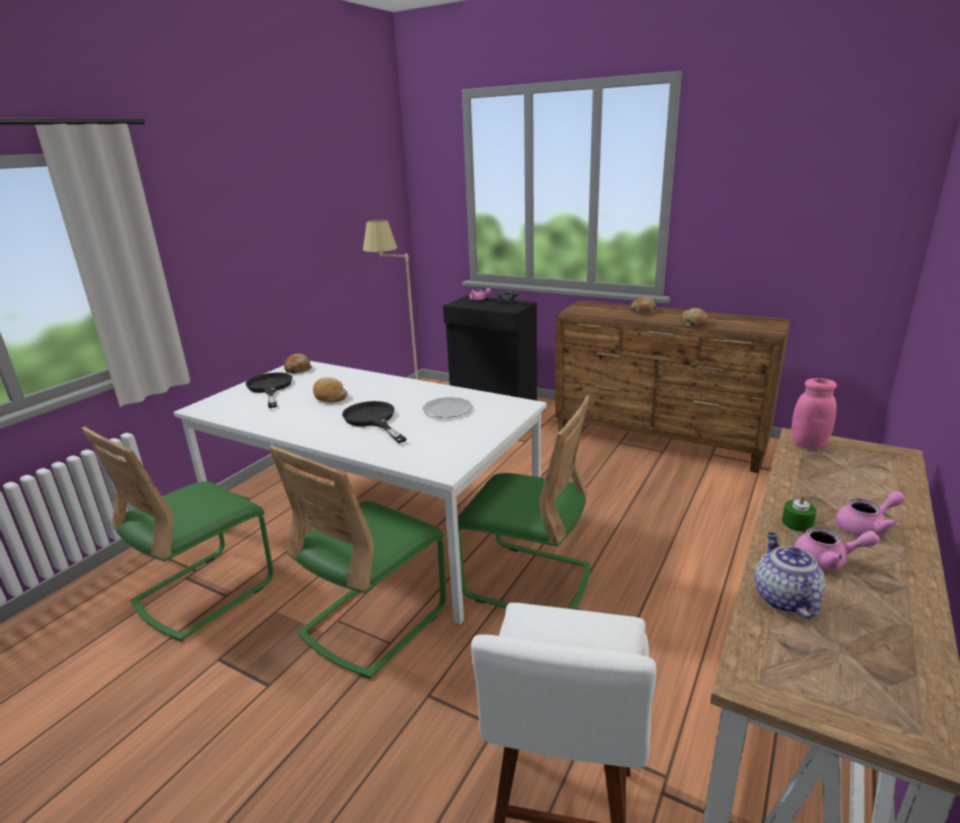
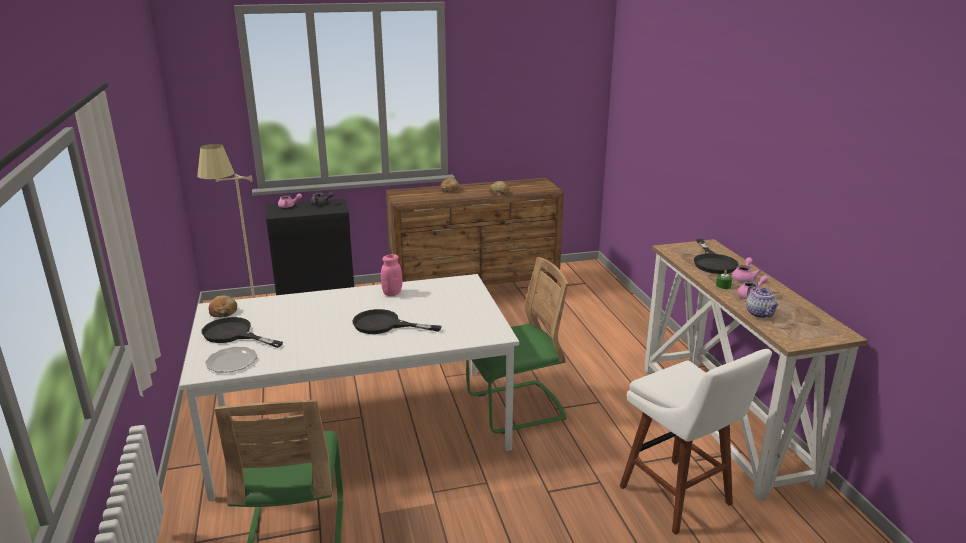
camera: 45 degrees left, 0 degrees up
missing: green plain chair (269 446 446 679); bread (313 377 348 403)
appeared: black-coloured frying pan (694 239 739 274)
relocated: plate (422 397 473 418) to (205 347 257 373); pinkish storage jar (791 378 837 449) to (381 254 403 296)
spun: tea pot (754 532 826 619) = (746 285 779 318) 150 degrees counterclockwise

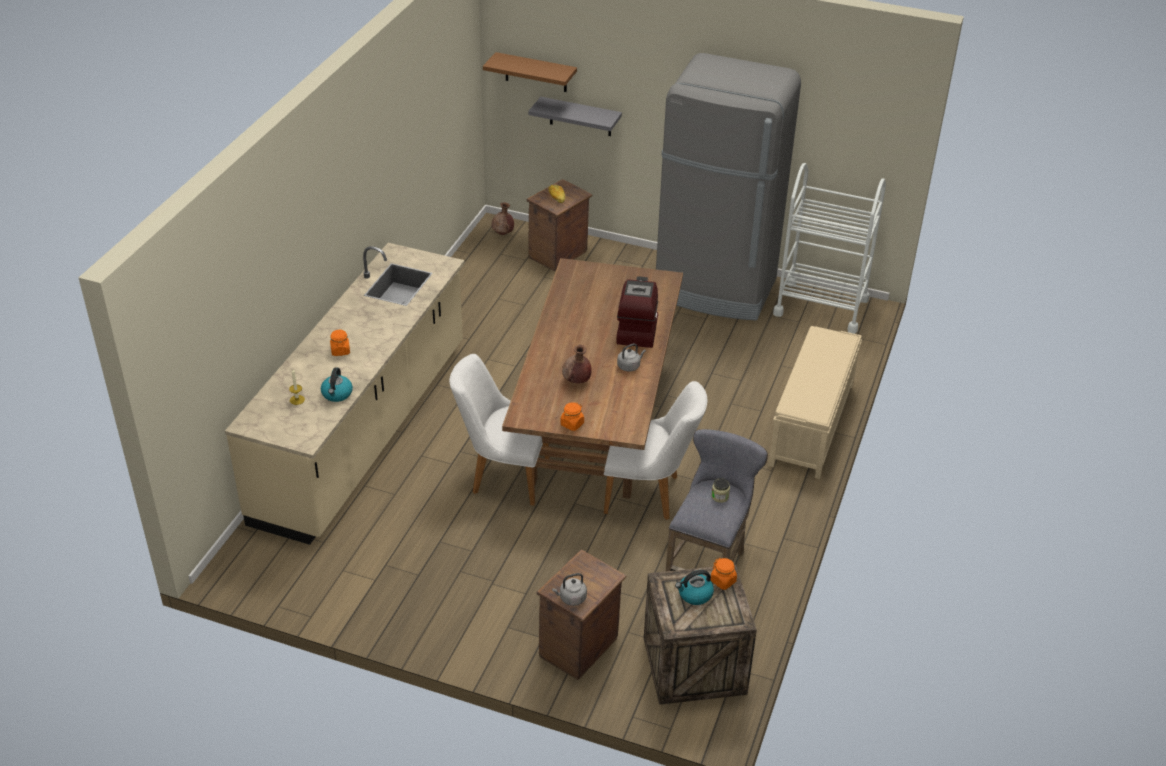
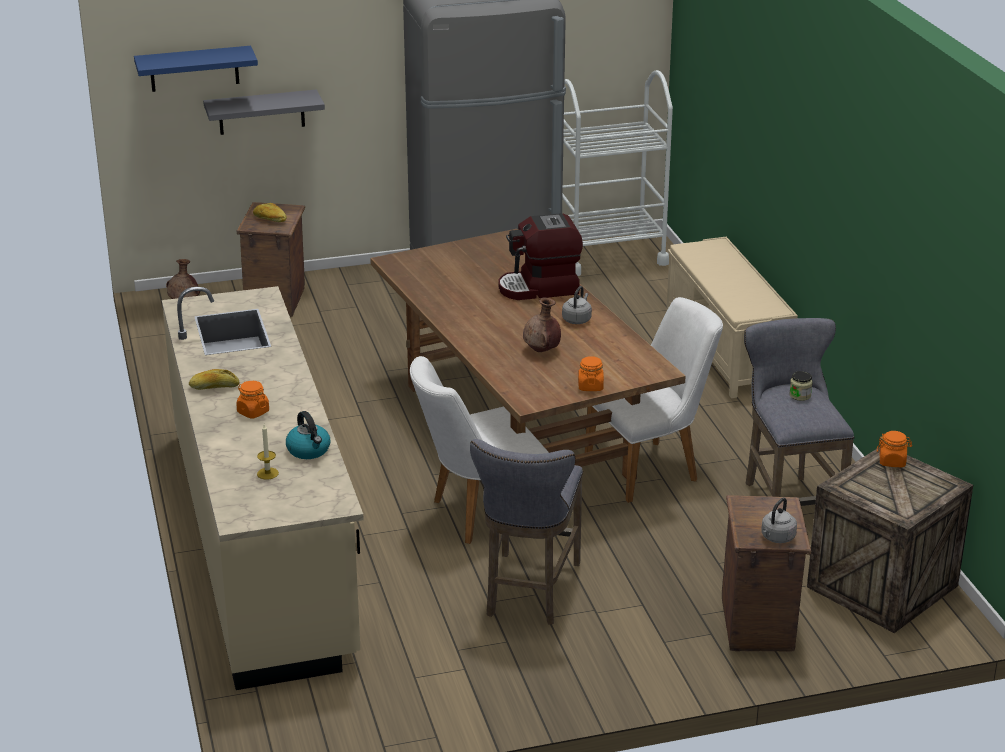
camera: 35 degrees left, 10 degrees down
missing: water kettle (675 570 714 605)
appeared: bread (189 369 239 390); greyish sitting stool (470 439 583 625)
colour: brownish shelf (483 52 577 92) to blue shelf (134 46 258 92)
spun: coffee maker (616 276 658 348) = (498 213 583 300) 75 degrees counterclockwise

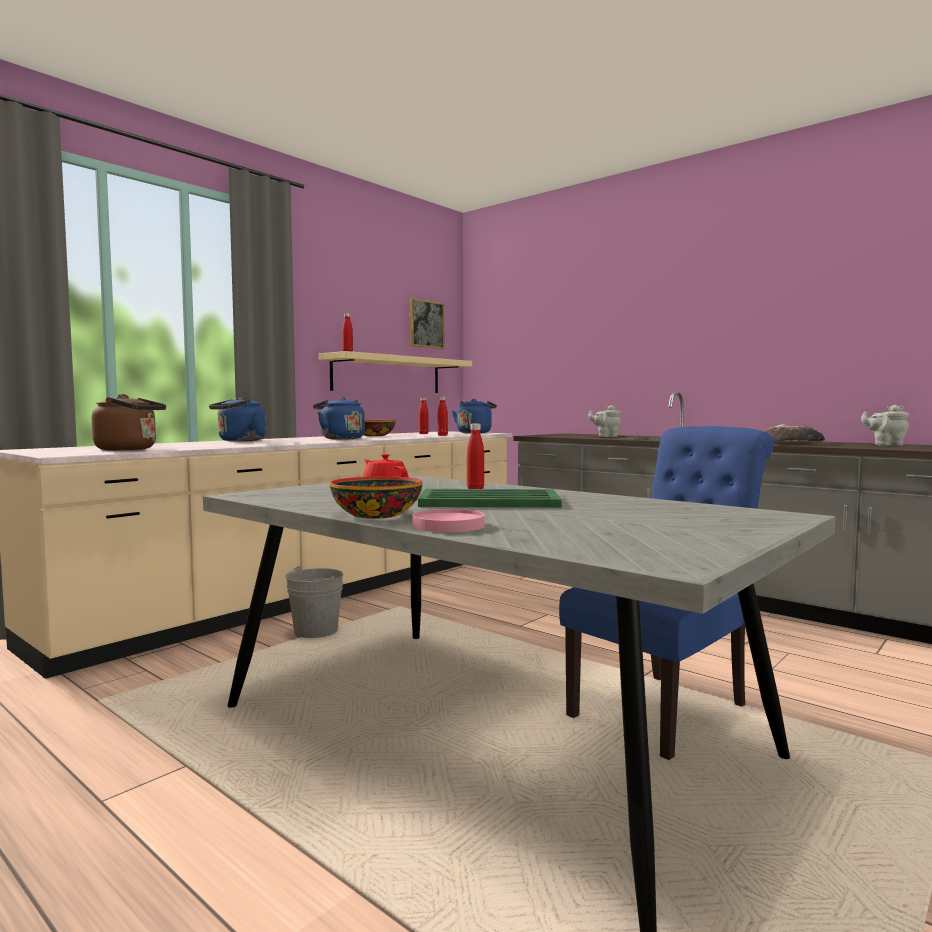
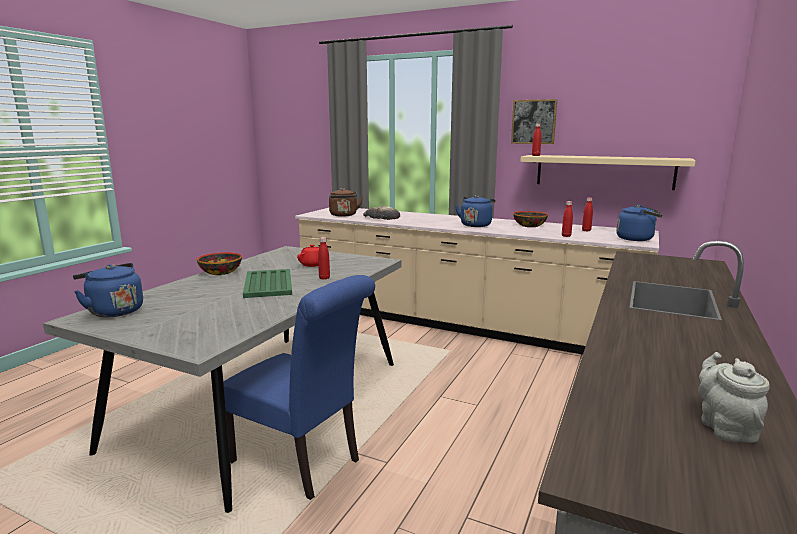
camera: 75 degrees right, 10 degrees up
missing: greyish pail (286 566 343 638); pinkish plate (413 509 485 532); greyish tea pot (588 405 622 437)
relocated: blue water kettle (209 396 266 442) to (73 263 143 317); picture (410 298 444 349) to (511 99 557 144); bread (763 424 825 442) to (363 206 400 220)

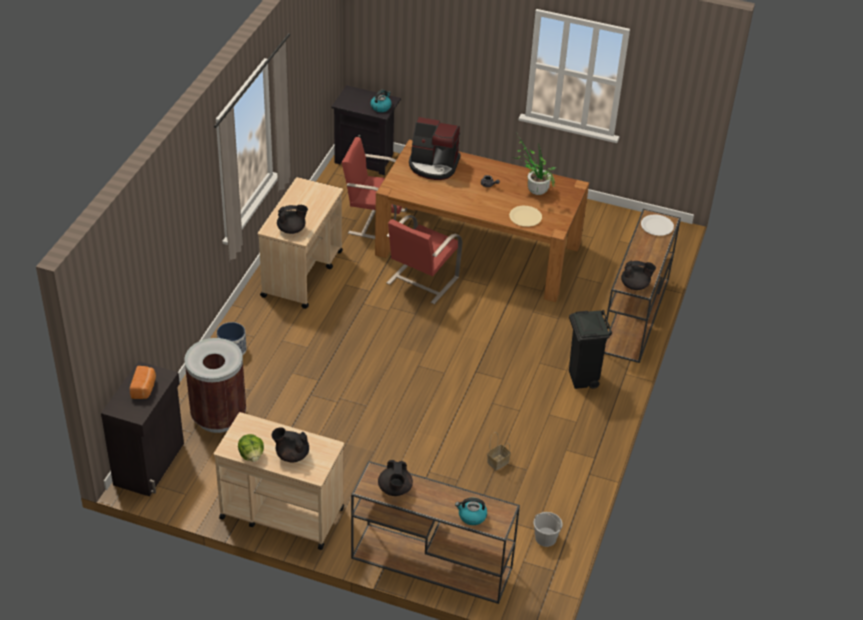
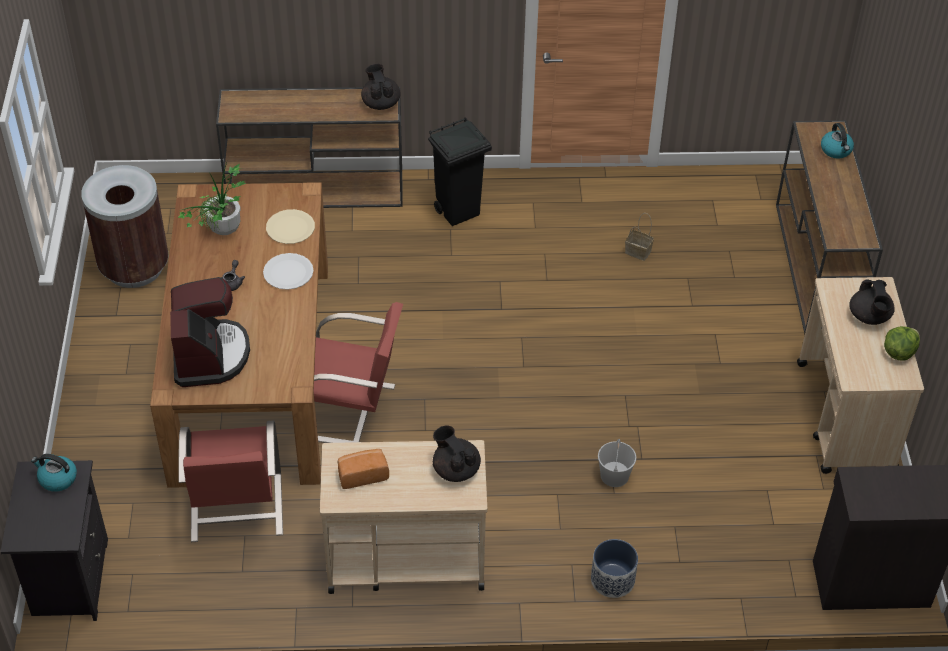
camera: 110 degrees left, 5 degrees up
missing: black-coloured tea pot (378 460 413 496)
relocated: bread (130 366 156 399) to (338 449 389 489); brownish trash can (184 338 246 433) to (81 165 169 288); white-coloured pail (534 512 562 547) to (598 439 636 487); white-coloured plate (641 214 674 236) to (263 253 314 290)

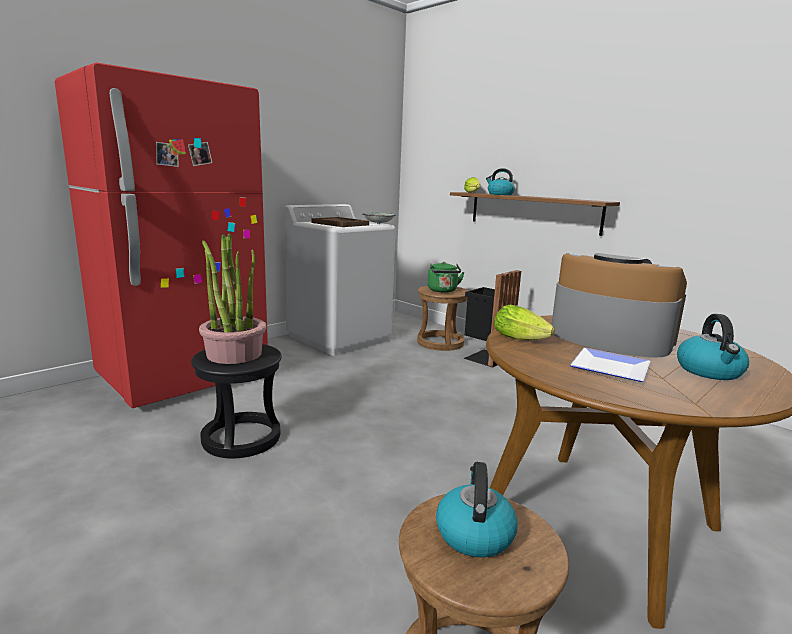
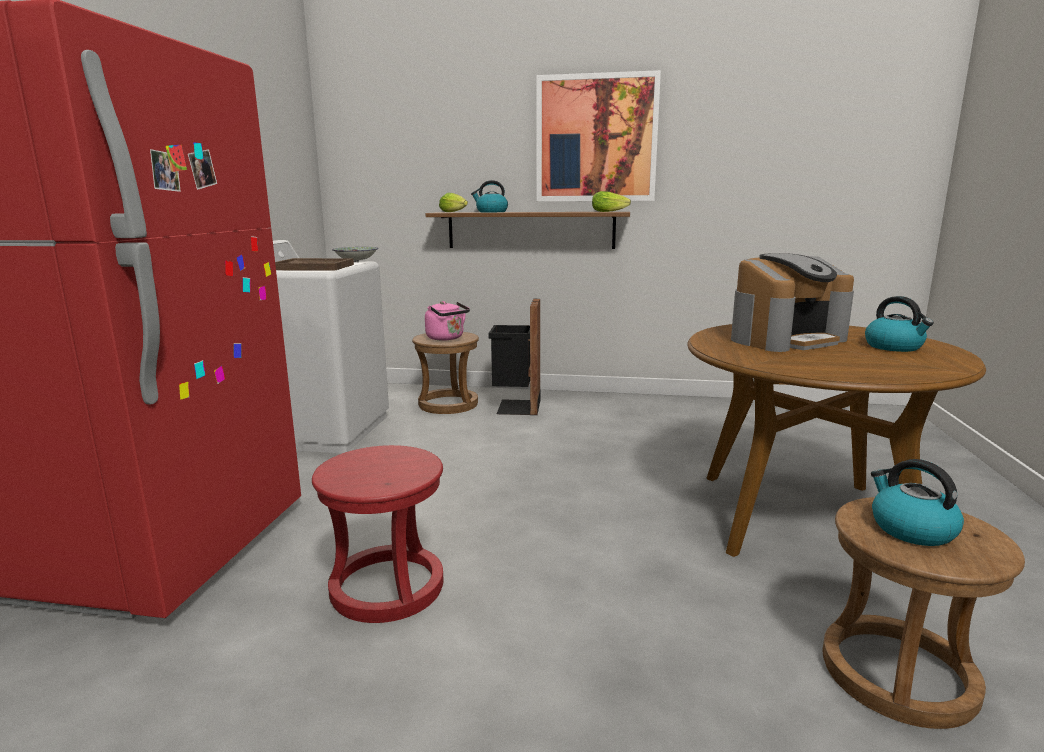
camera: 35 degrees left, 0 degrees up
missing: plant in a pot (199 233 267 364); plate (570 348 650 382)
appeared: picture (537 70 661 201)
relocated: lettuce head (494 305 555 340) to (592 191 631 212)
colour: black-coloured sitting stool (191 344 282 458) to red sitting stool (312 445 443 623); green water kettle (428 262 465 293) to pinkish water kettle (425 301 470 340)
spun: coffee maker (551 253 687 357) = (731 253 854 352) 150 degrees clockwise

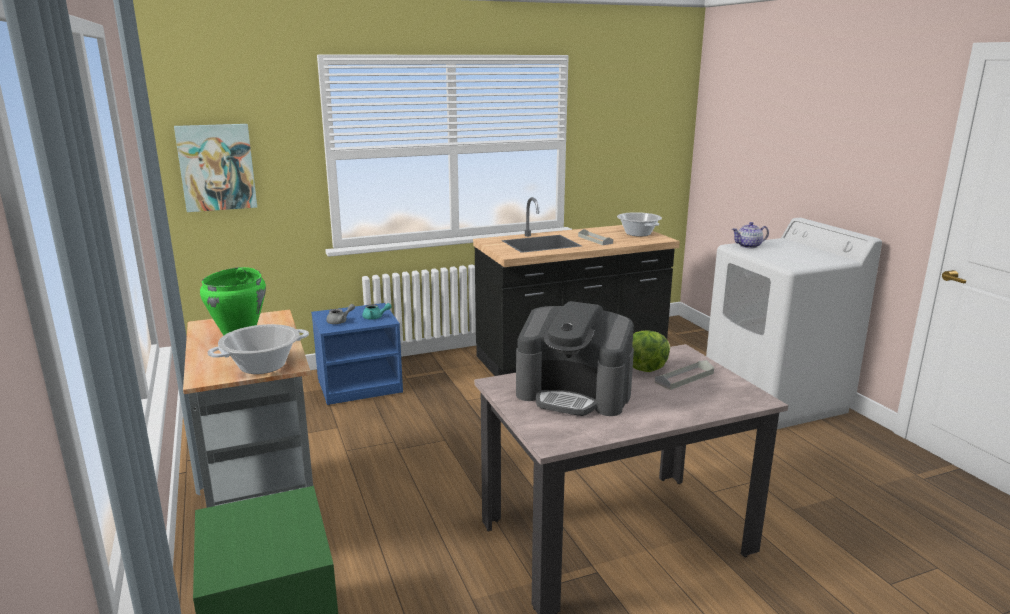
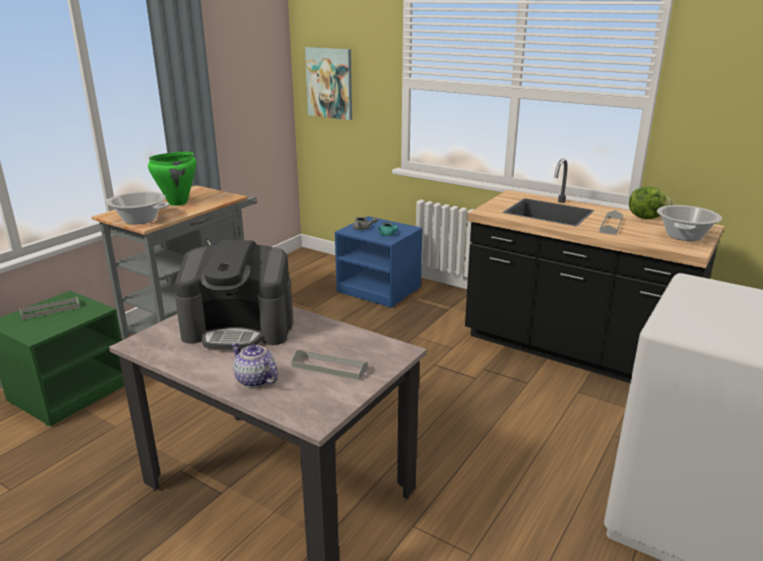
camera: 55 degrees right, 5 degrees up
appeared: greyish carrying tray (19 297 80 320)
relocated: lettuce head (632 330 670 372) to (629 186 673 219); tea pot (732 222 769 248) to (231 342 278 388)
spun: coffee maker (516 301 634 416) = (174 240 293 350) 75 degrees counterclockwise

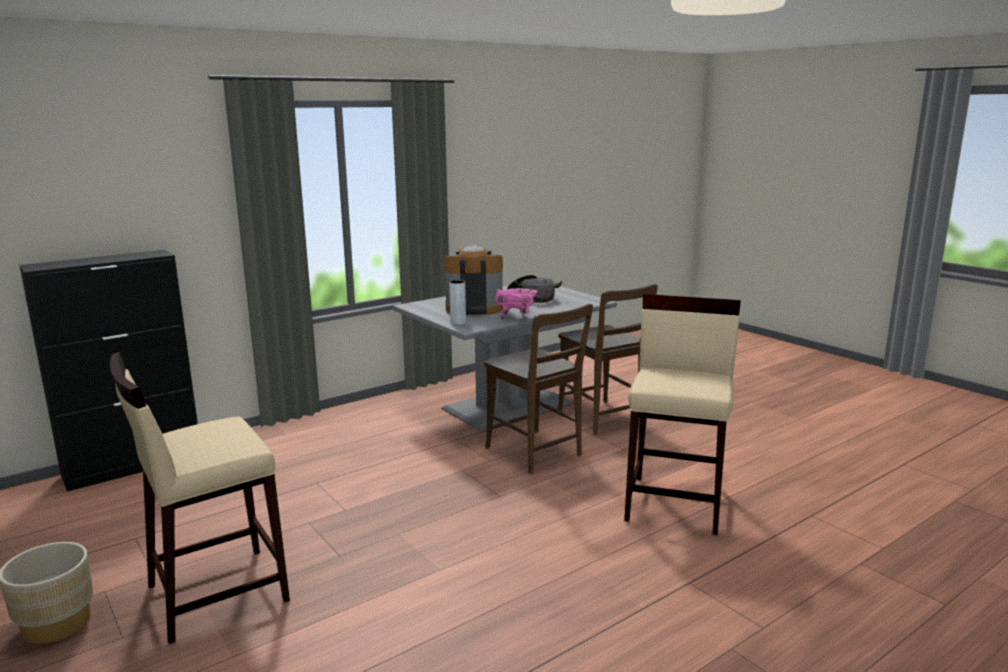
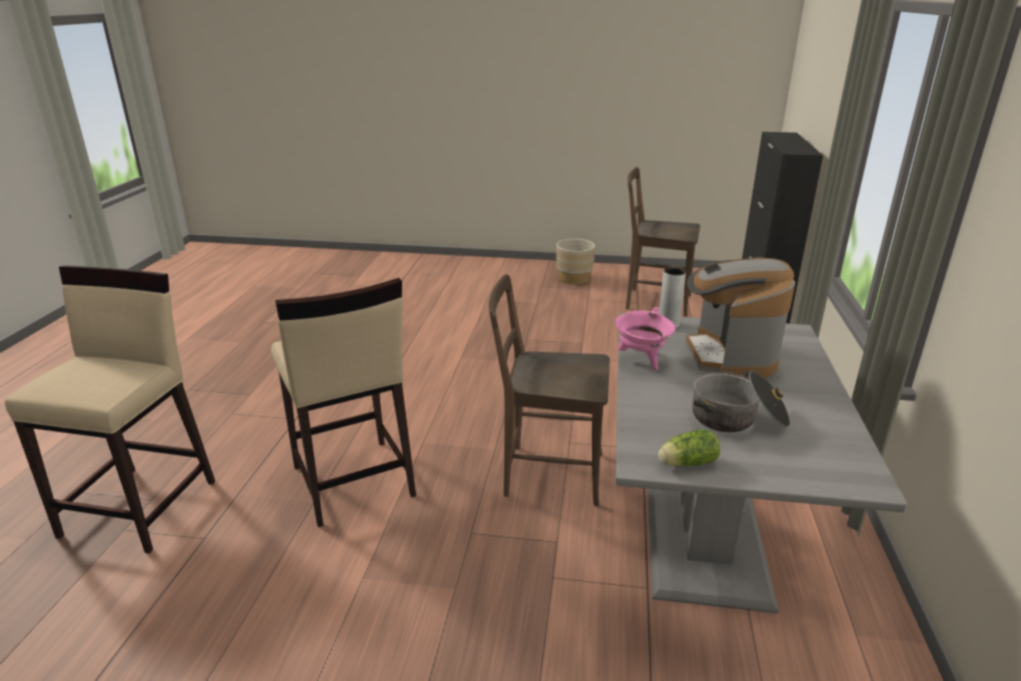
camera: 135 degrees right, 10 degrees up
appeared: lettuce head (658 429 720 467)
relocated: sand-coloured sitting stool (110 352 290 644) to (5 265 216 554); brownish plain chair (558 284 658 435) to (626 167 700 317)
spun: coffee maker (444 245 503 314) = (686 257 795 378) 135 degrees clockwise

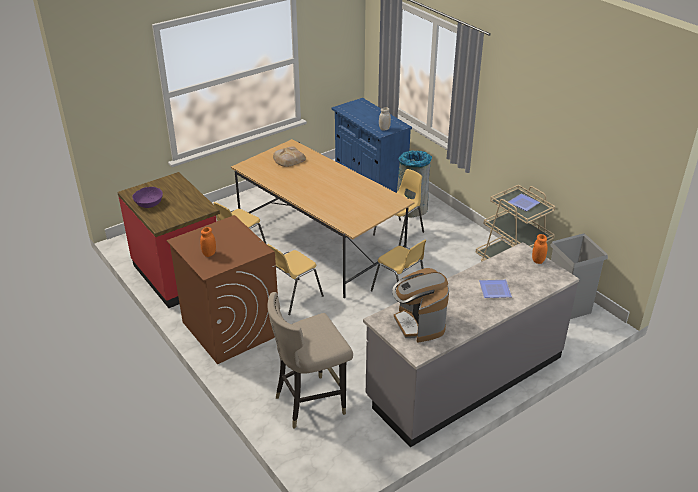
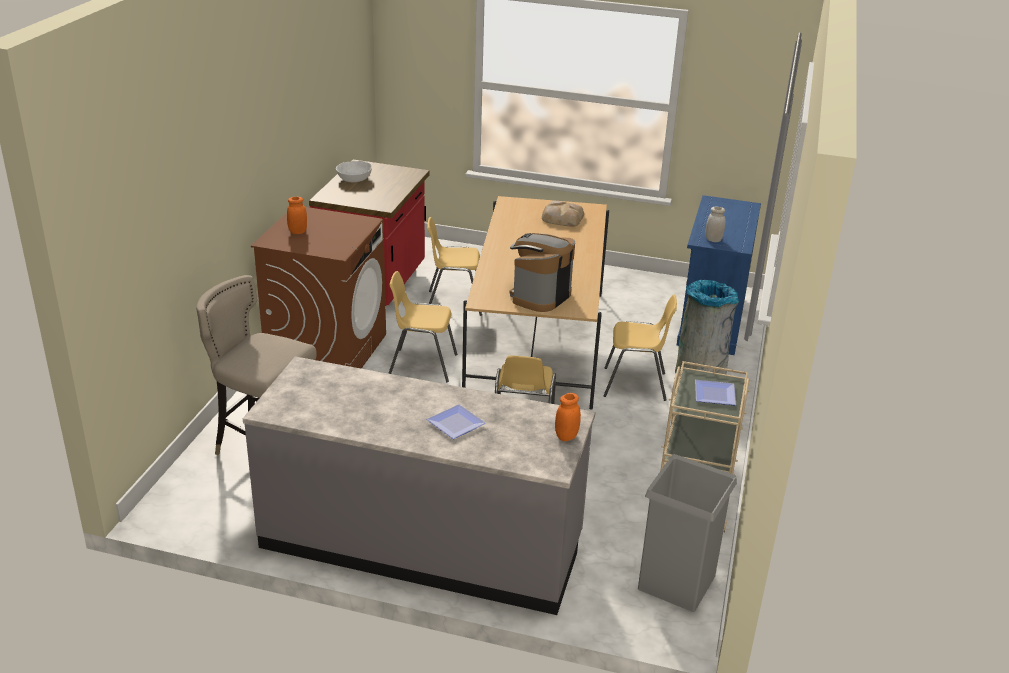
camera: 50 degrees right, 5 degrees down
relocated: coffee maker (392 268 449 343) to (509 233 575 312)
colour: purple serving bowl (132 187 163 208) to white-coloured serving bowl (336 161 372 182)

